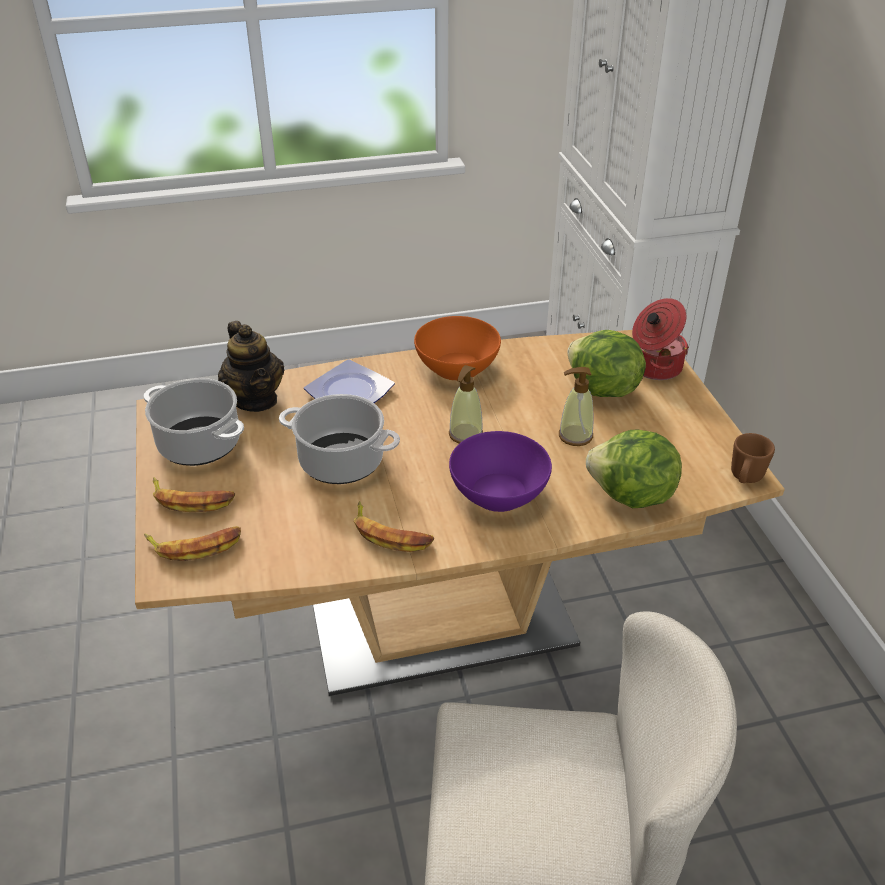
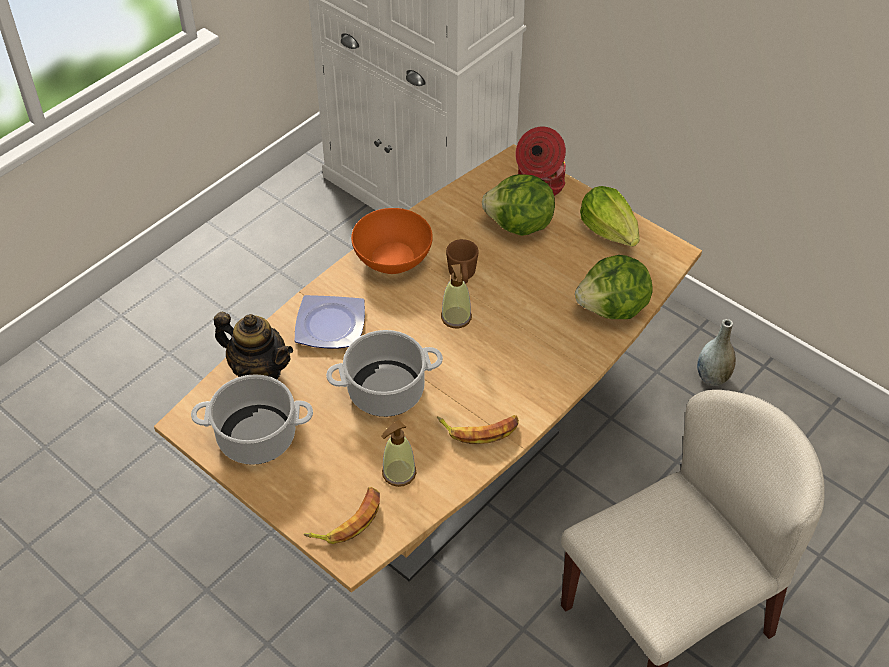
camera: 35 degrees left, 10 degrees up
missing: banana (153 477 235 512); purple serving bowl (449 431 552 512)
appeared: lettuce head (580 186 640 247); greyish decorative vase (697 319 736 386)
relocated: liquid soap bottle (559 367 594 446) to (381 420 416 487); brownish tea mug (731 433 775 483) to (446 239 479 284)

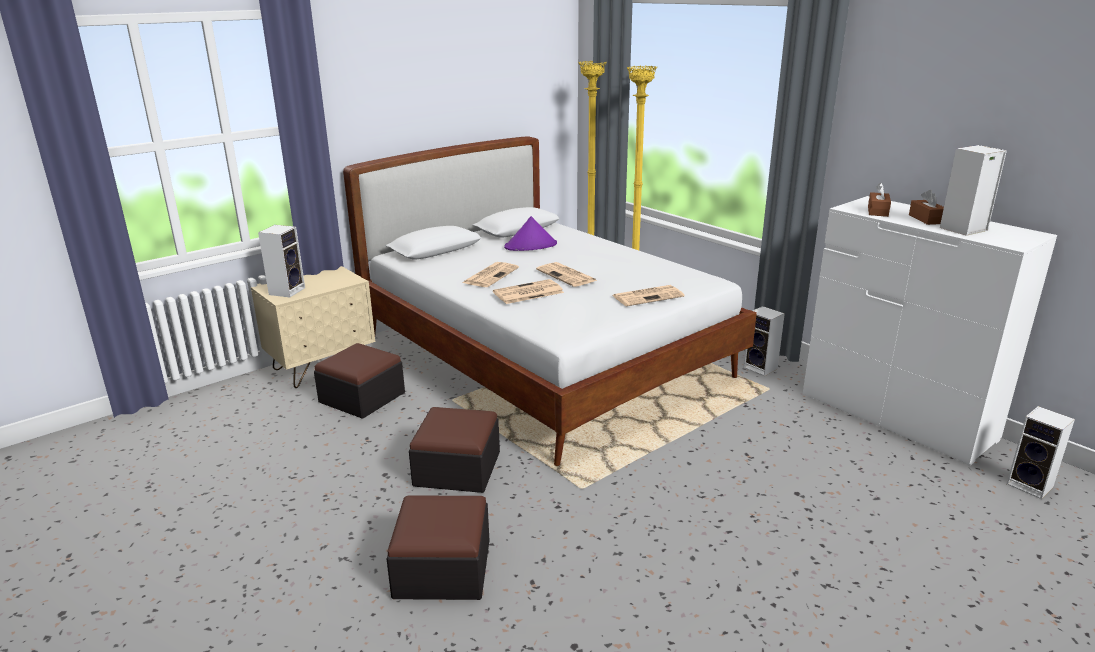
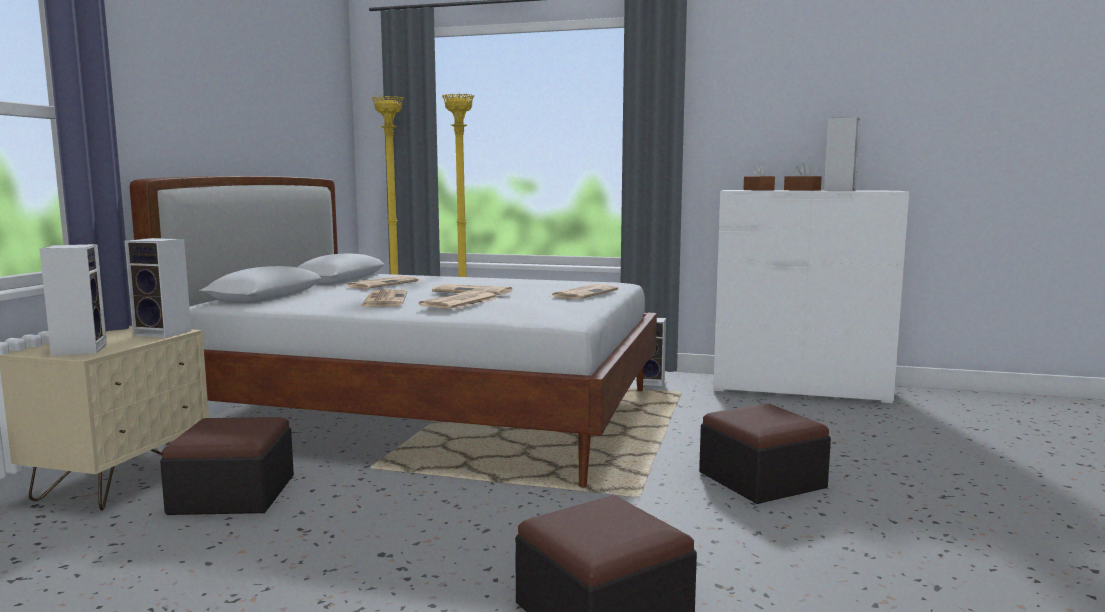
camera: 35 degrees left, 15 degrees down
relocated: ottoman (409 407 500 493) to (699 404 831 504); audio speaker (1007 406 1075 499) to (125 238 191 338)
exchanged: purple wearable hat (504 216 557 251) to newspaper (345 276 419 289)

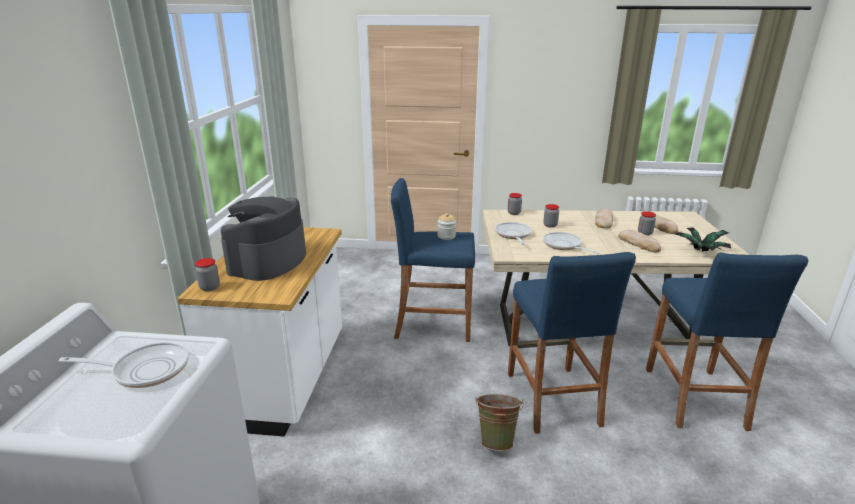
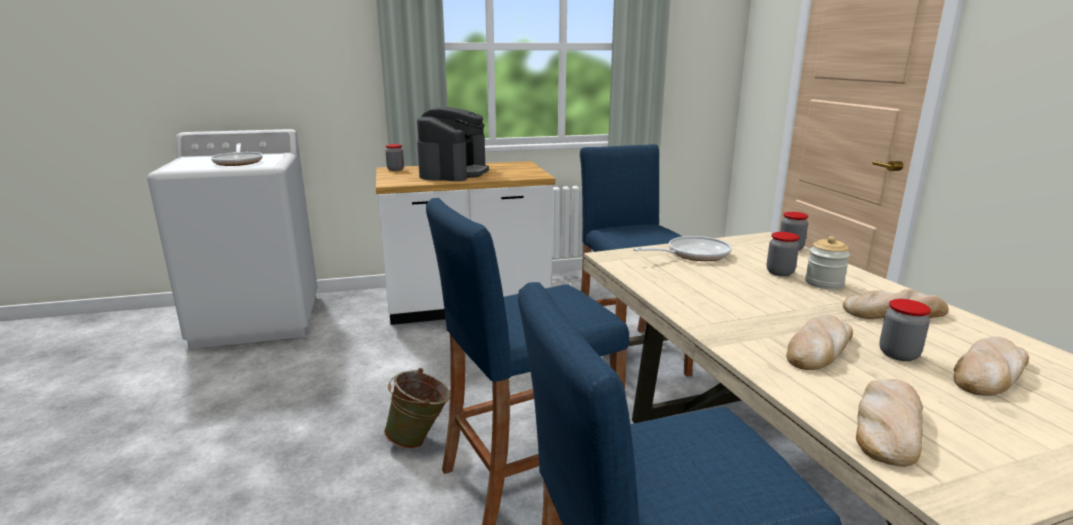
camera: 70 degrees right, 5 degrees down
missing: frying pan (543 232 599 254)
relocated: storage jar (438 213 456 240) to (805 236 850 289)
exchanged: plant in a pot (675 227 732 252) to bread (856 379 923 467)
spun: coffee maker (221 197 306 281) = (417 107 489 181) 105 degrees clockwise

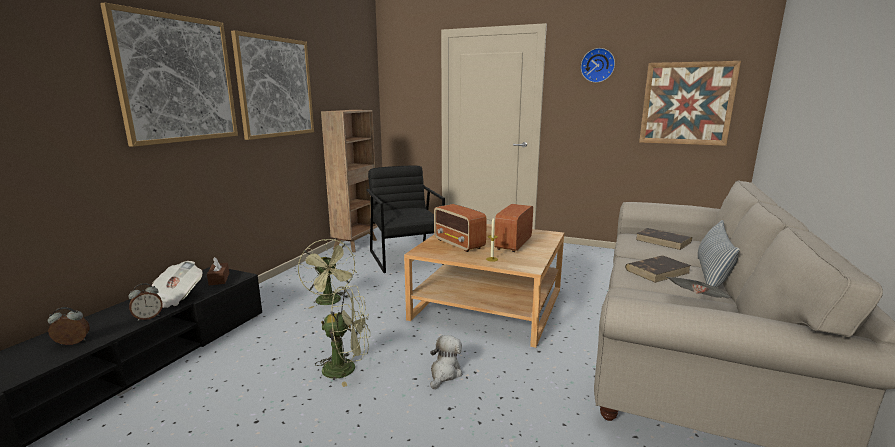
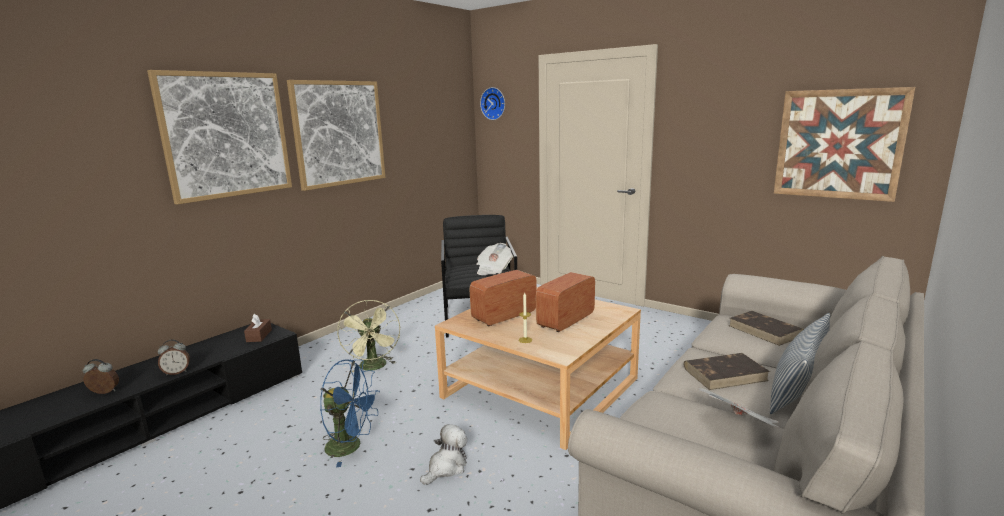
camera: 15 degrees right, 0 degrees up
missing: brownish bookshelf (321 110 378 253)
relocated: newspaper (152 261 203 308) to (476 243 513 275); hanging clock (581 48 615 83) to (480 87 505 120)
colour: green electric fan (315 286 370 387) to blue electric fan (320 360 380 468)
spun: radio set (434 204 487 252) = (470 270 537 326) 75 degrees clockwise

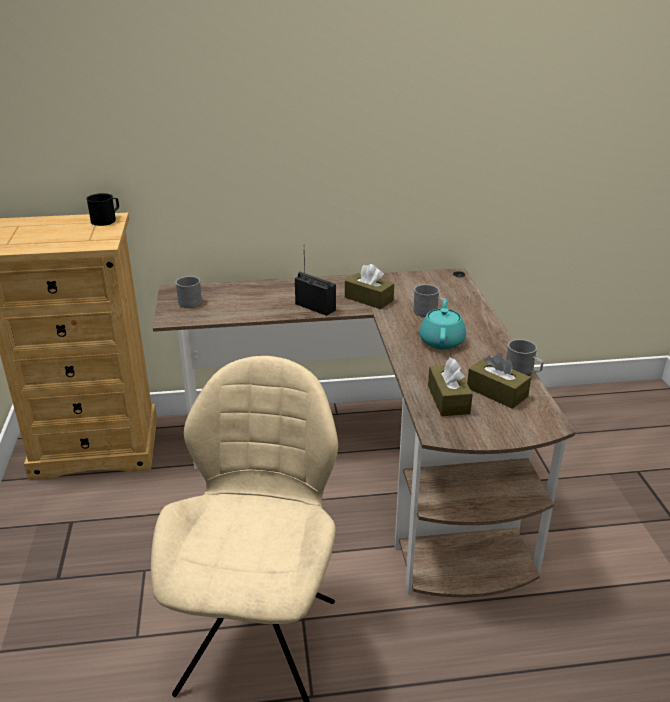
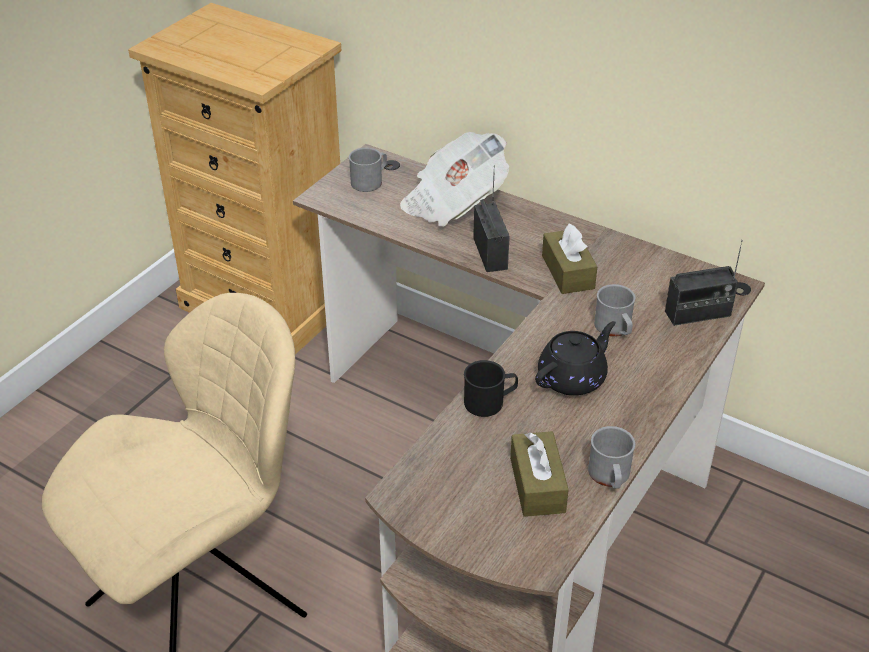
camera: 40 degrees right, 10 degrees up
missing: brownish tissue box (428 357 473 416)
appeared: newspaper (400 132 509 227); radio set (665 240 743 326)
relocated: black-coloured tea mug (86 193 119 226) to (464 360 518 417)
colour: turquoise-coloured tea pot (419 299 466 350) to black-coloured tea pot (535 321 616 396)

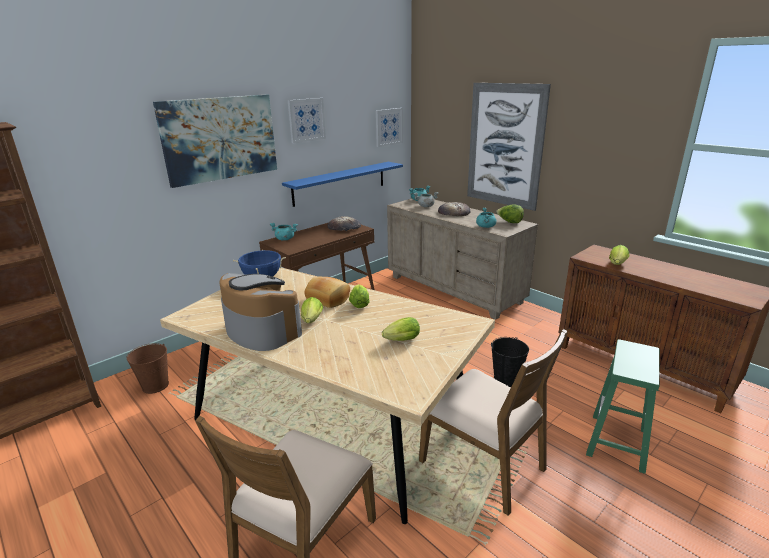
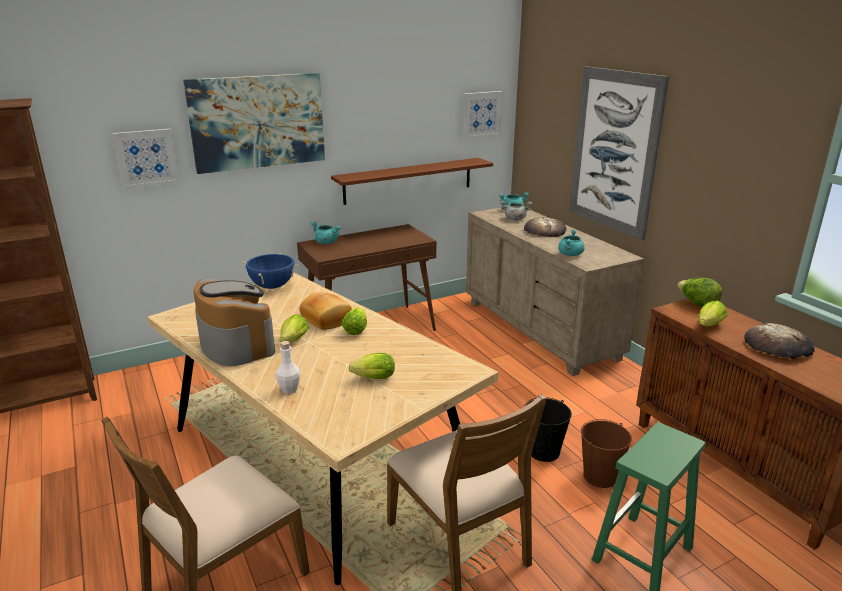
camera: 15 degrees right, 0 degrees up
appeared: white-coloured drink bottle (276 341 301 394)
relocated: brownish pail (126 343 169 394) to (581 419 632 488); picture (288 98 326 143) to (112 128 180 189); bread (327 216 361 231) to (744 323 815 359); lettuce head (496 205 524 223) to (677 278 722 307)
colour: blue shelf (282 162 403 207) to brownish shelf (331 158 493 205)

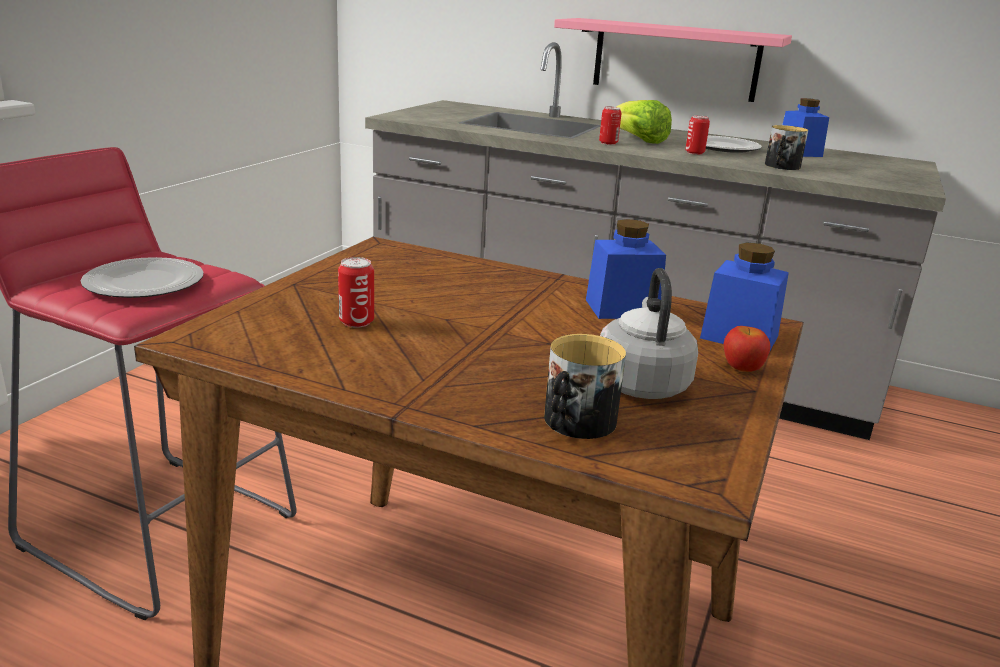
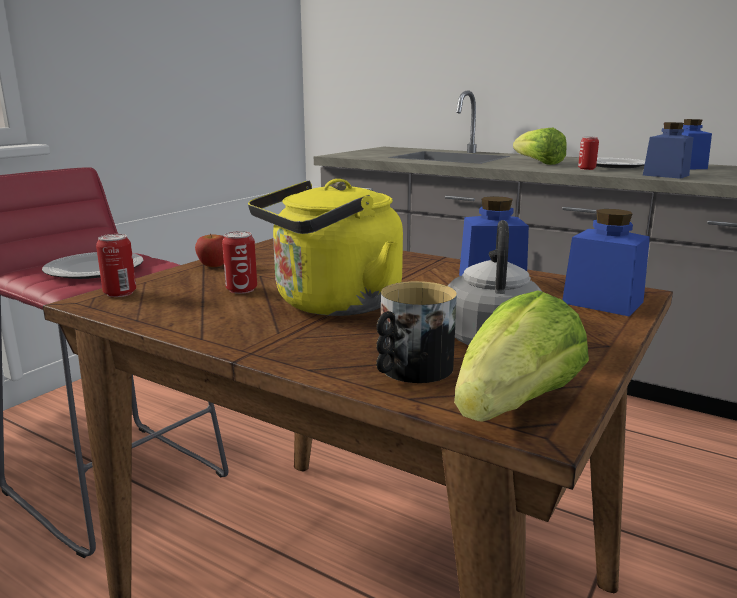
camera: 10 degrees right, 5 degrees down
missing: pinkish shelf (554 18 792 102)
appeared: yellow water kettle (248 179 403 316); lettuce head (454 291 589 421)
relocated: metal can (599 106 621 145) to (96 234 136 297); whole apple (724 326 771 372) to (195 234 224 267)
exchanged: tea mug (765 125 808 170) to blue storage jar (643 122 694 179)

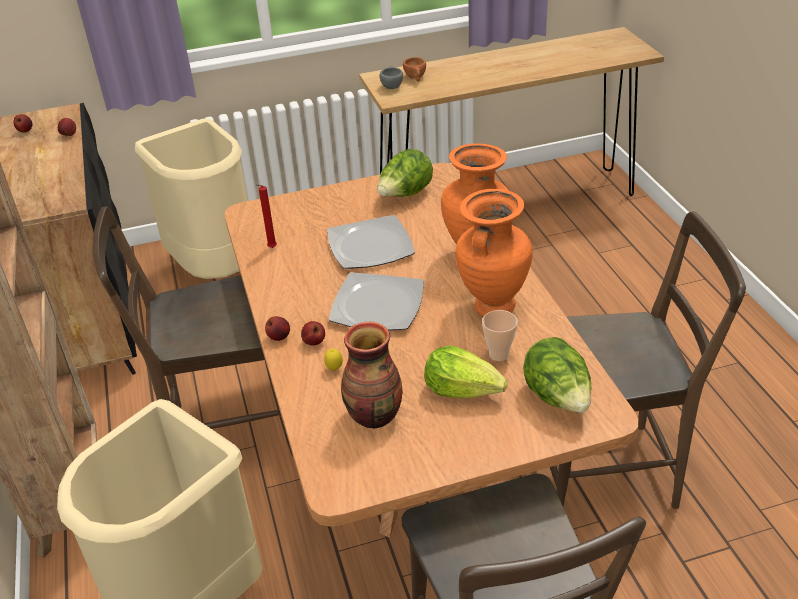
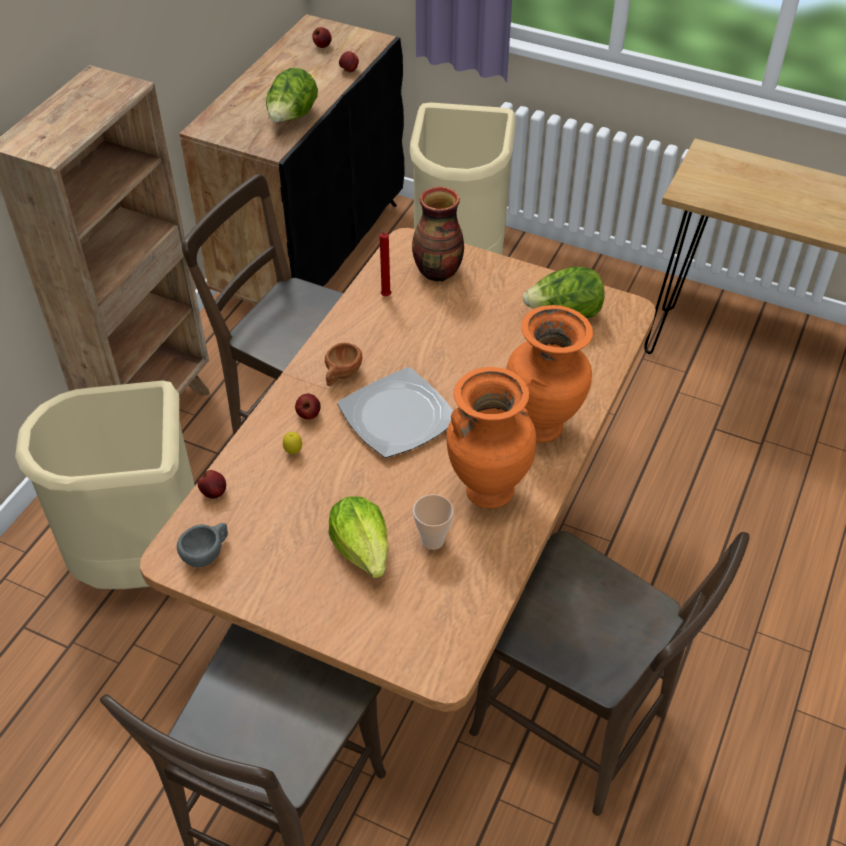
camera: 40 degrees right, 10 degrees up
missing: plate (327 215 415 269)
relocated: whole apple (265 316 290 341) to (197 470 226 499); decorative vase (341 322 402 428) to (412 187 464 282); greyish cup (380 66 403 89) to (177 523 228 567); brownish cup (403 57 426 82) to (325 343 362 386); lettuce head (523 337 591 413) to (266 68 318 122)

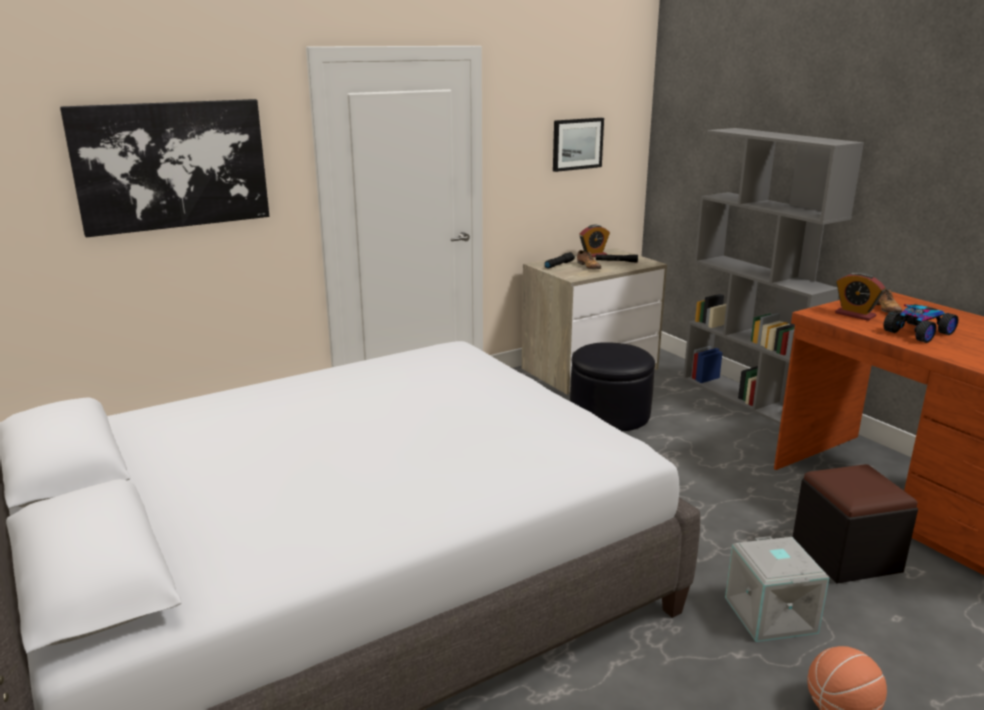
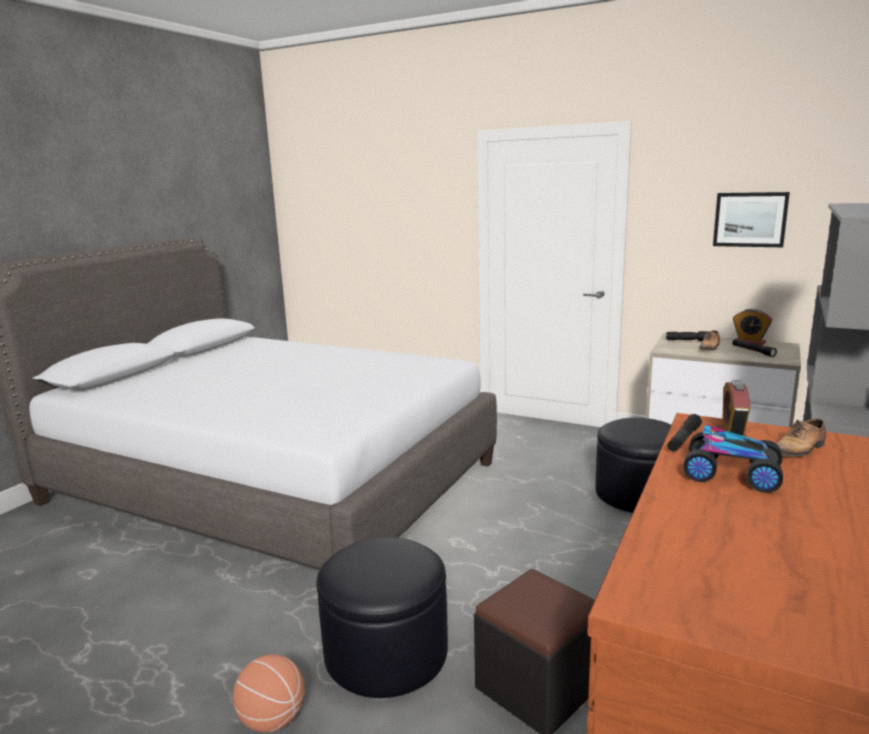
camera: 60 degrees right, 5 degrees down
missing: picture (60 99 269 237)
appeared: black-coloured torch (667 414 702 451)
exchanged: greyish storage bin (725 536 830 642) to black-coloured ottoman (317 537 448 698)

